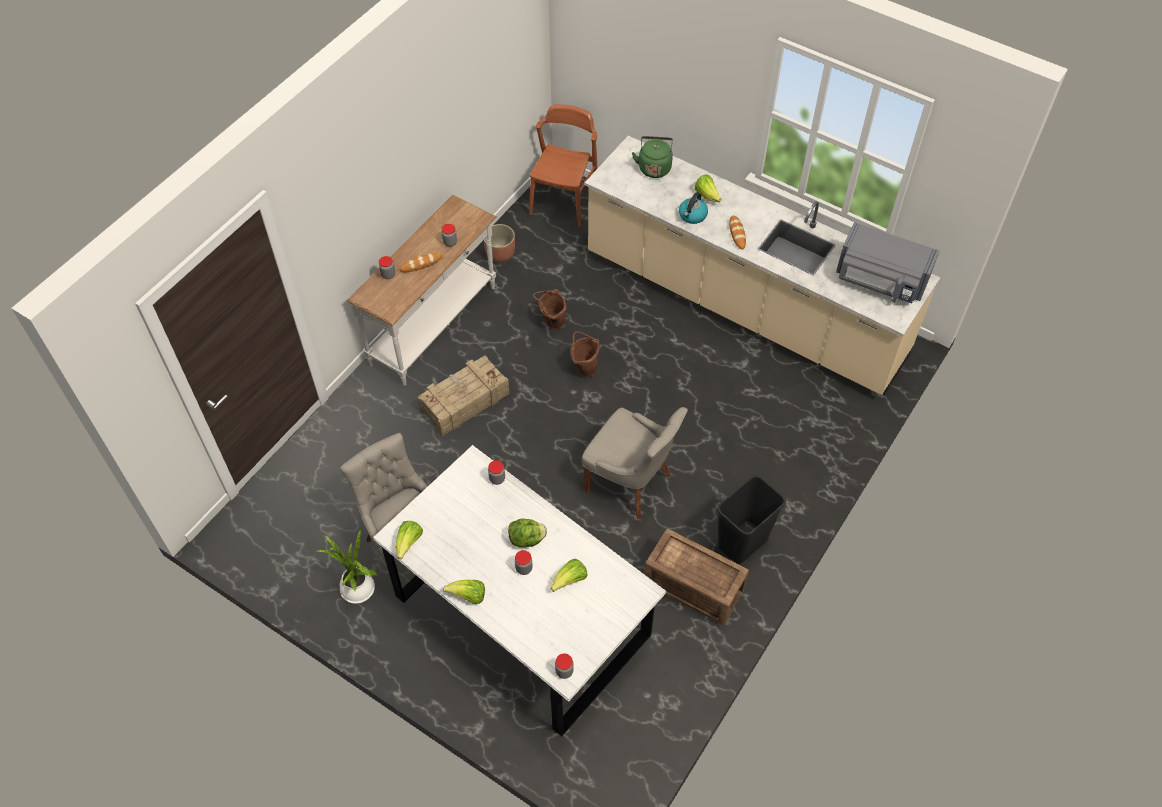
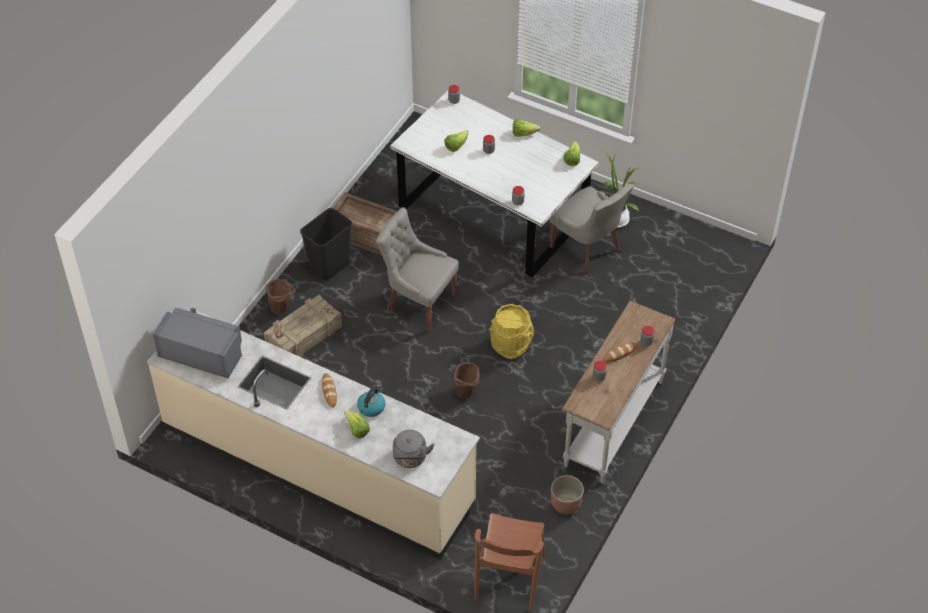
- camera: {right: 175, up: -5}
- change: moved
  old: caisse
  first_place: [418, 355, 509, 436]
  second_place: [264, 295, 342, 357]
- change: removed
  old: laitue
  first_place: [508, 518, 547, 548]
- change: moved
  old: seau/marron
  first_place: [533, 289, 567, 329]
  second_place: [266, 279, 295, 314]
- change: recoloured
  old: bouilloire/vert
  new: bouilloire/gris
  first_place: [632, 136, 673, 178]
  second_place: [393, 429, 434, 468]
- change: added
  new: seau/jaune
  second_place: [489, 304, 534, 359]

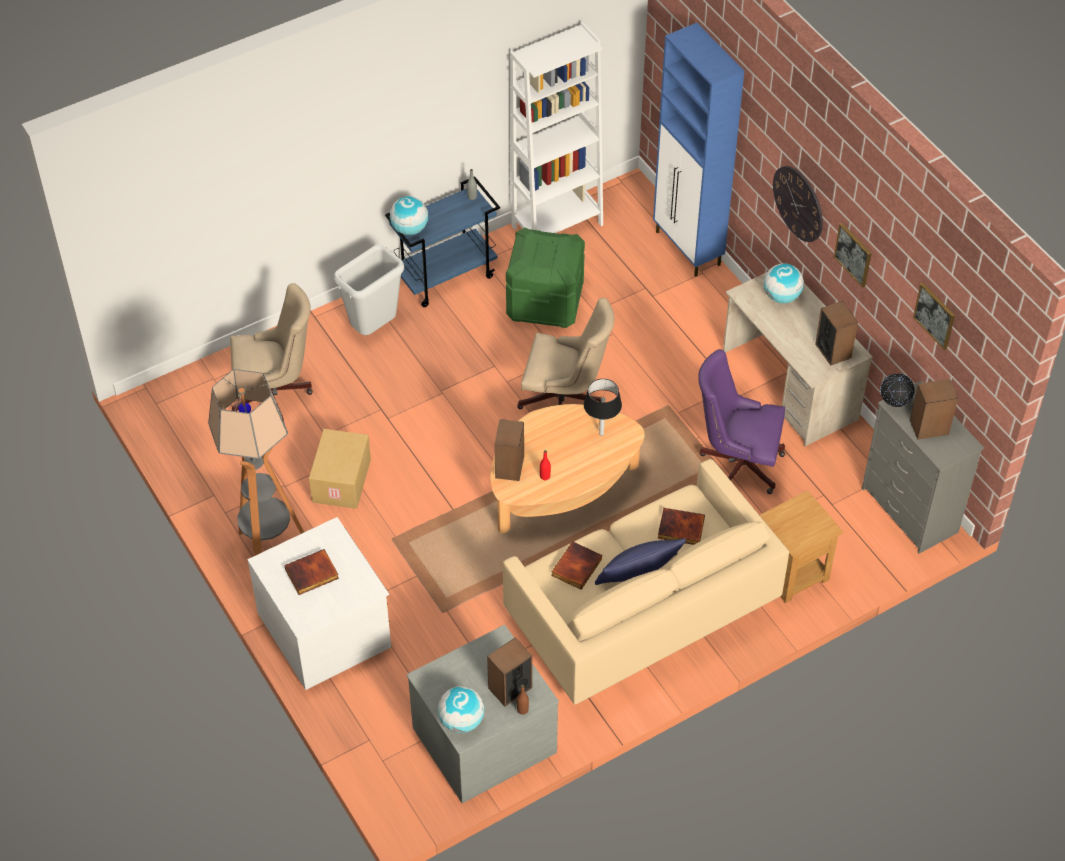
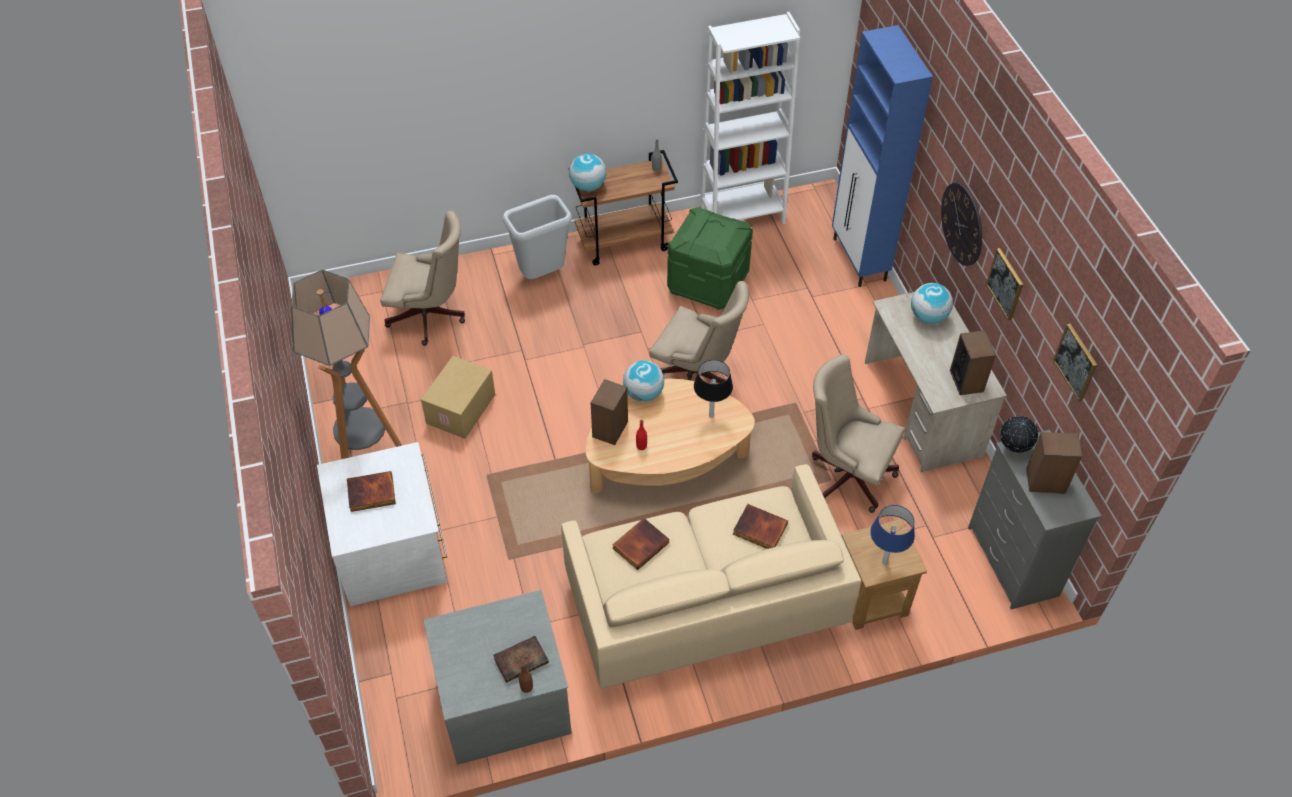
- camera: {right: 15, up: 0}
- change: recoloured
  old: chariot/bleu
  new: chariot/marron
  first_place: [385, 176, 500, 307]
  second_place: [575, 150, 678, 265]
- change: moved
  old: globe
  first_place: [438, 686, 484, 733]
  second_place: [623, 360, 664, 402]
- change: replaced
  old: enceinte
  new: livre
  first_place: [487, 637, 532, 706]
  second_place: [493, 636, 549, 683]
- change: removed
  old: coussin/bleu
  first_place: [595, 538, 686, 585]
- change: recoloured
  old: chaise de bureau/violet
  new: chaise de bureau/beige
  first_place: [698, 349, 785, 494]
  second_place: [812, 354, 905, 513]
- change: added
  new: lampe de table/bleu
  second_place: [870, 505, 915, 564]

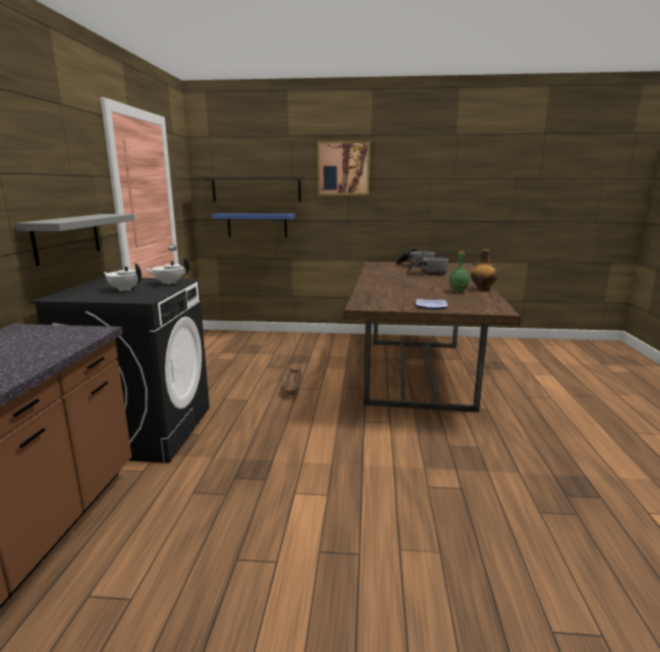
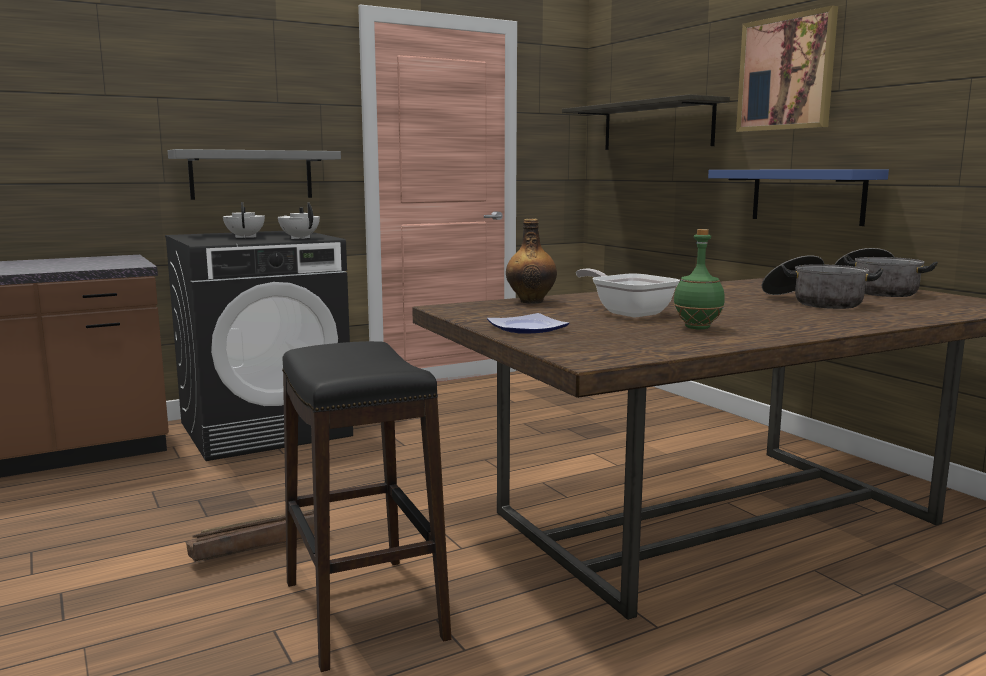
- camera: {right: 55, up: -5}
- change: moved
  old: étagère/bleu
  first_place: [212, 213, 295, 237]
  second_place: [708, 170, 889, 226]
- change: moved
  old: caisse
  first_place: [280, 366, 302, 396]
  second_place: [187, 509, 315, 561]
- change: moved
  old: bouteille
  first_place: [471, 249, 498, 290]
  second_place: [506, 219, 557, 304]
- change: added
  new: tabouret/noir
  second_place: [282, 341, 451, 672]
- change: added
  new: poêle
  second_place: [576, 269, 680, 318]

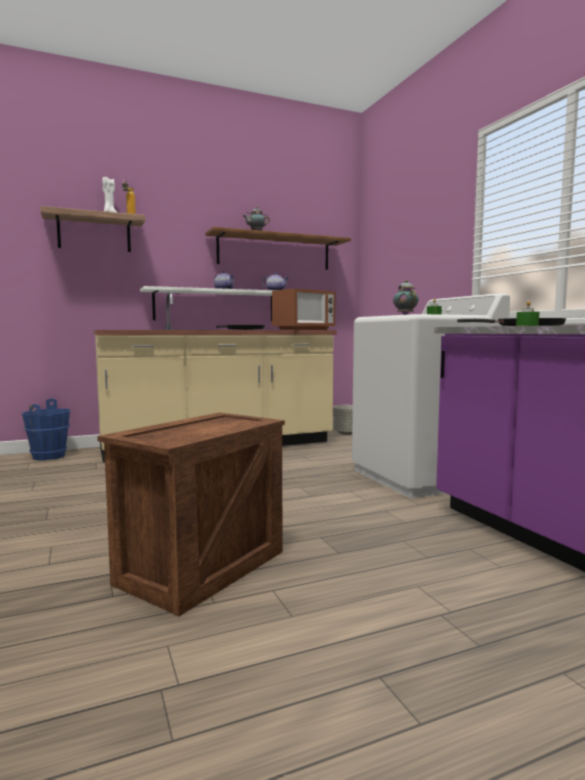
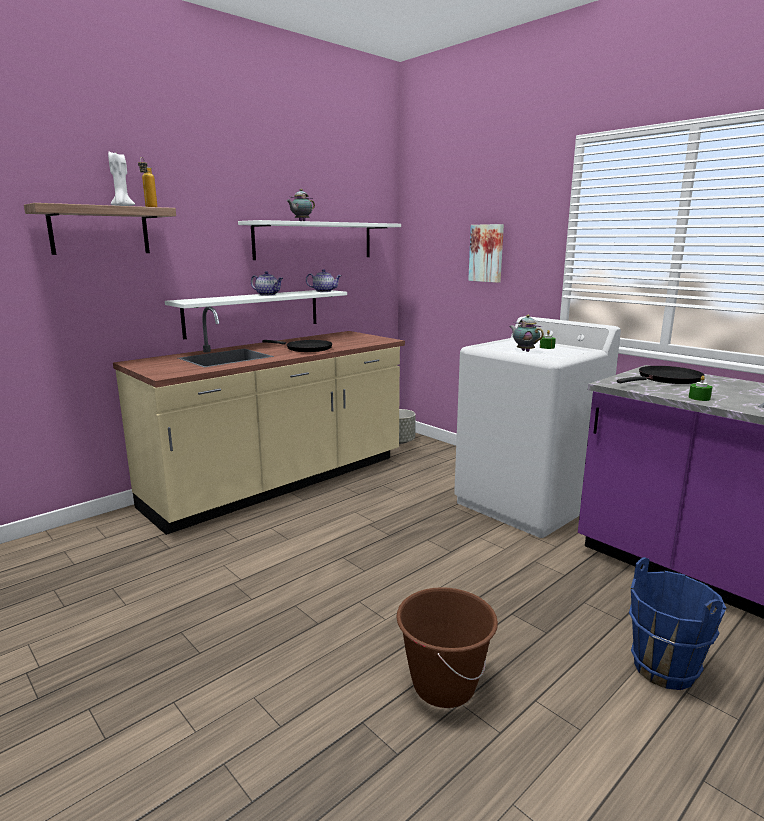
- camera: {right: -20, up: 10}
- change: moved
  old: seau/bleu
  first_place: [22, 399, 70, 460]
  second_place: [629, 557, 726, 690]
- change: replaced
  old: caisse
  new: seau/marron
  first_place: [97, 412, 285, 616]
  second_place: [396, 587, 498, 708]
- change: recoloured
  old: étagère/marron
  new: étagère/blanc
  first_place: [205, 227, 351, 270]
  second_place: [238, 220, 401, 260]
- change: removed
  old: micro-ondes
  first_place: [272, 288, 336, 330]
- change: added
  new: tableau
  second_place: [468, 224, 504, 283]

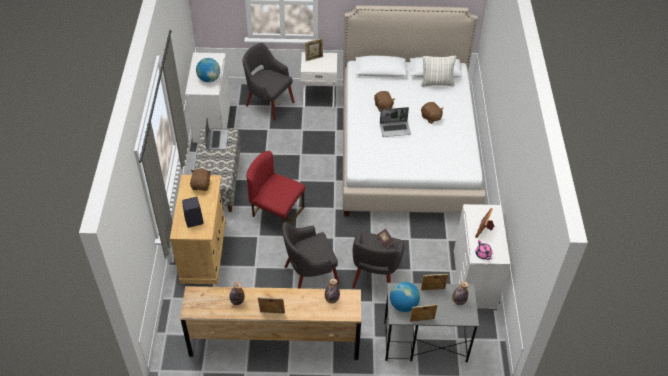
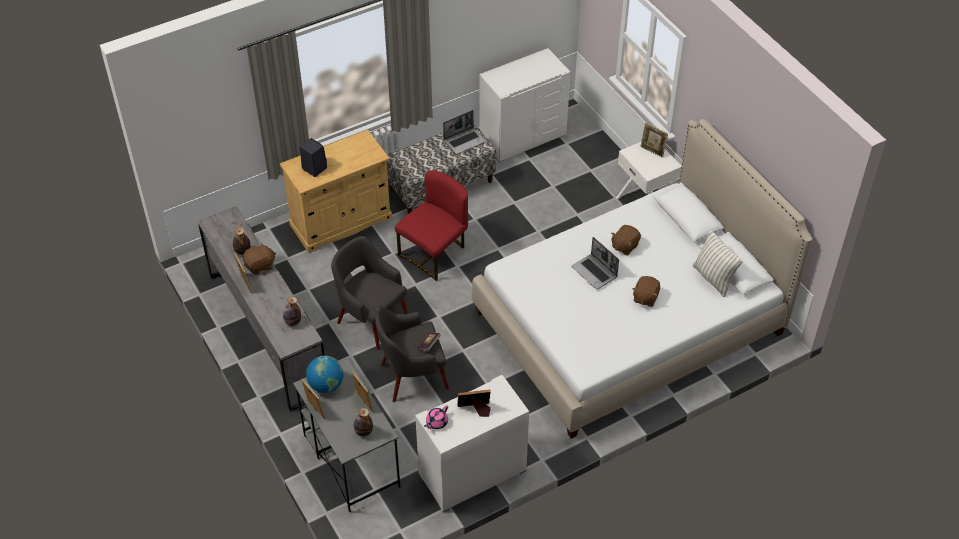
- camera: {right: 60, up: 0}
- change: recoloured
  old: commode/marron
  new: commode/gris
  first_place: [180, 286, 361, 360]
  second_place: [198, 206, 325, 412]
- change: moved
  old: peluche/marron
  first_place: [190, 168, 211, 191]
  second_place: [243, 242, 276, 275]
- change: removed
  old: globe
  first_place: [196, 58, 220, 82]
- change: removed
  old: fauteuil/gris
  first_place: [242, 43, 295, 121]
- change: turned
  old: chaise/rouge
  first_place: [246, 151, 305, 225]
  second_place: [395, 170, 468, 281]
  degrees: 45

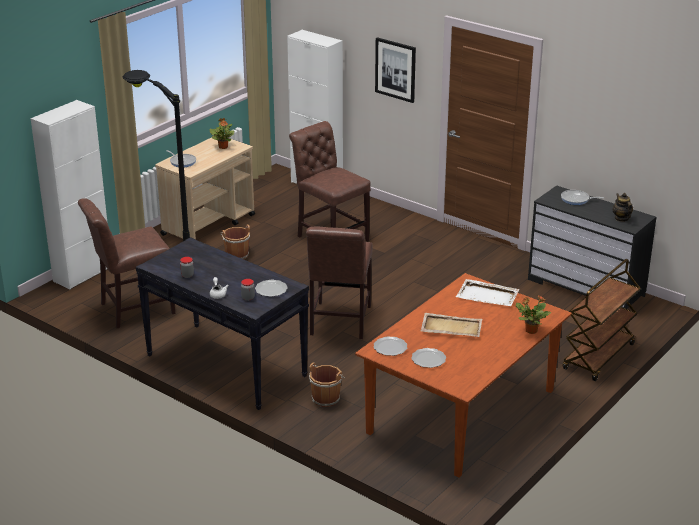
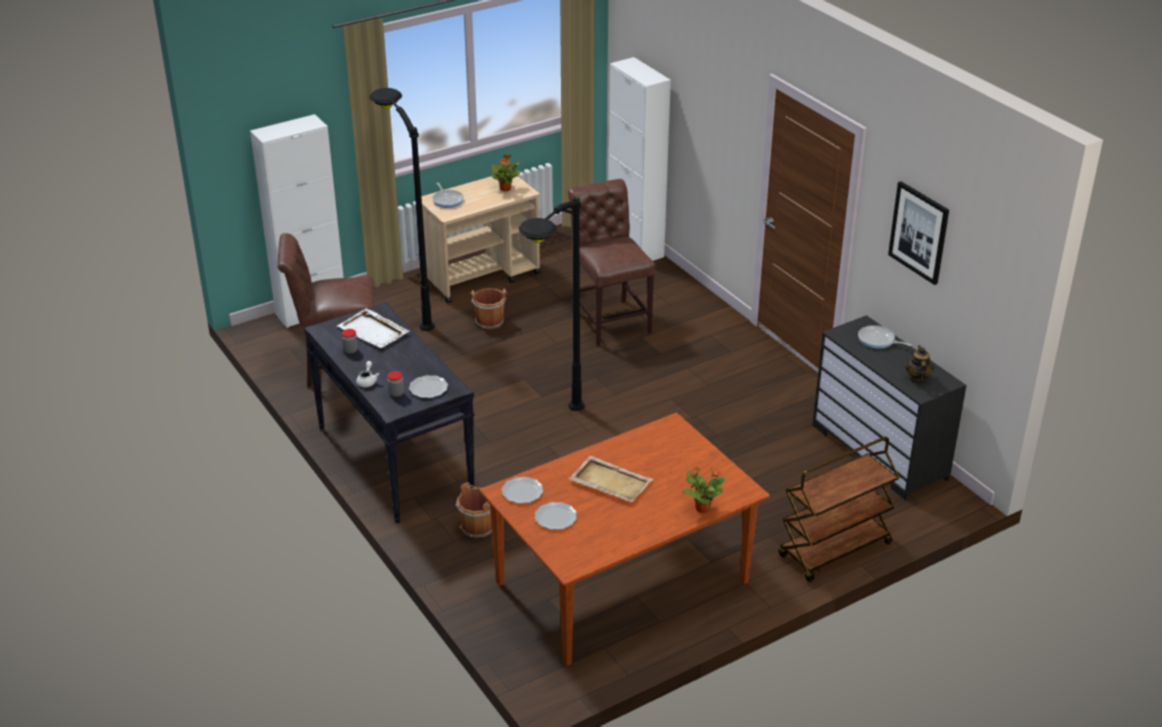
- camera: {right: 20, up: 5}
- change: replaced
  old: chaise/marron
  new: lampadaire/noir
  first_place: [306, 226, 372, 339]
  second_place: [519, 197, 585, 411]
- change: moved
  old: tableau
  first_place: [375, 37, 416, 103]
  second_place: [888, 181, 949, 285]
- change: moved
  old: plateau/blanc
  first_place: [456, 279, 520, 306]
  second_place: [337, 308, 410, 348]

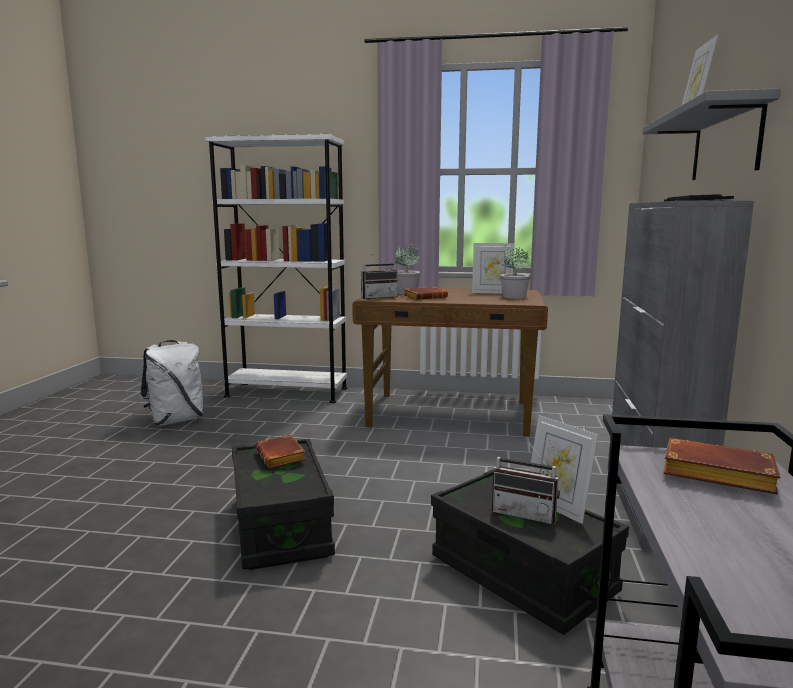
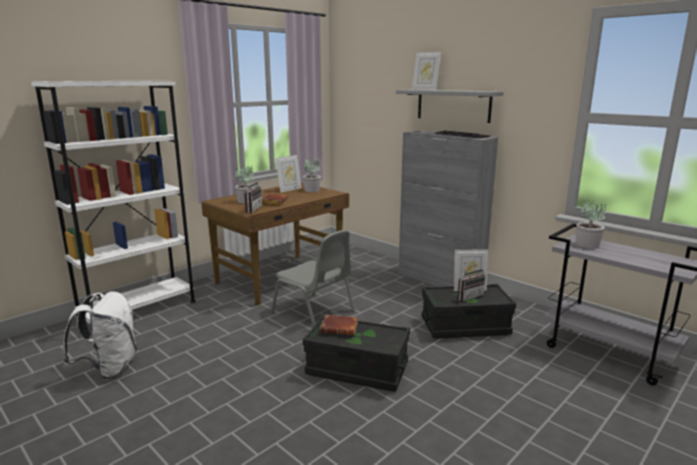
- camera: {right: -55, up: 5}
- change: replaced
  old: livre/marron
  new: plante en pot
  first_place: [663, 438, 780, 494]
  second_place: [576, 200, 606, 248]
- change: added
  new: chaise/gris
  second_place: [271, 230, 355, 327]

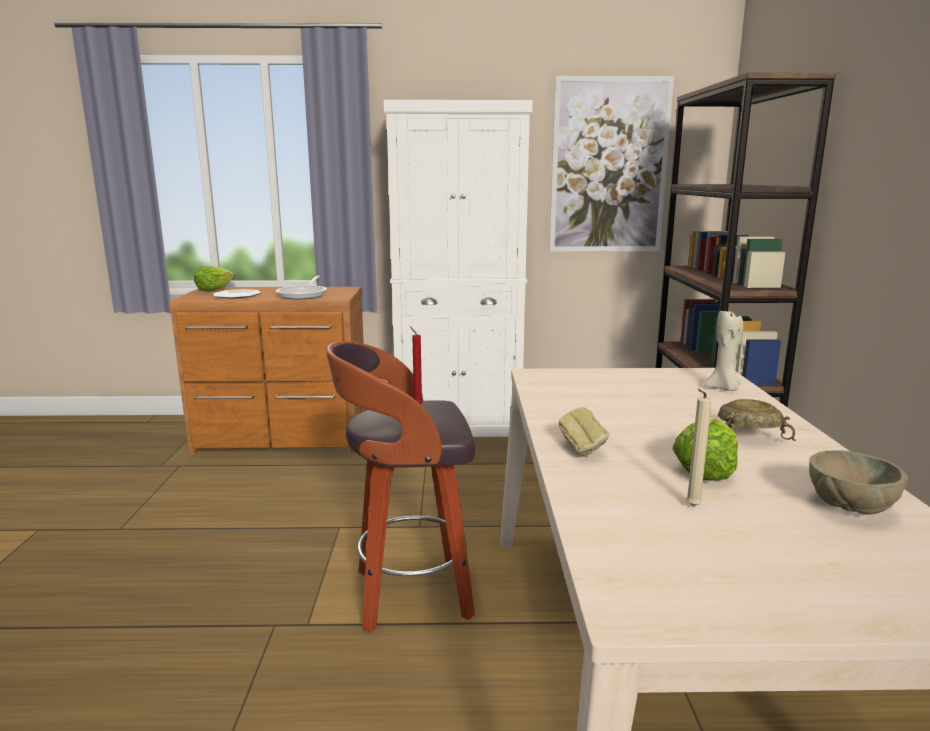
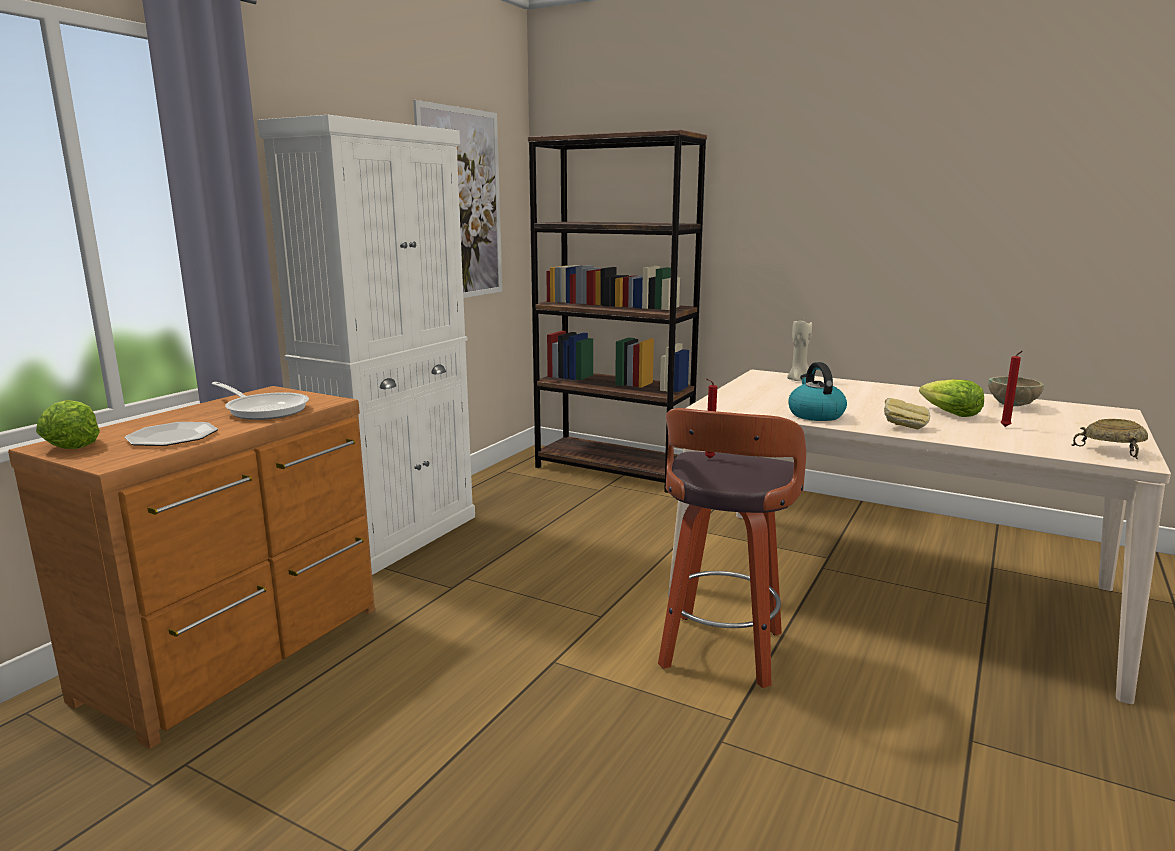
- camera: {right: -60, up: 0}
- change: recoloured
  old: bougie/beige
  new: bougie/rouge
  first_place: [686, 389, 712, 507]
  second_place: [1001, 350, 1023, 427]
- change: moved
  old: bol/beige
  first_place: [718, 399, 796, 441]
  second_place: [1072, 419, 1148, 459]
- change: added
  new: bouilloire
  second_place: [788, 362, 847, 421]

